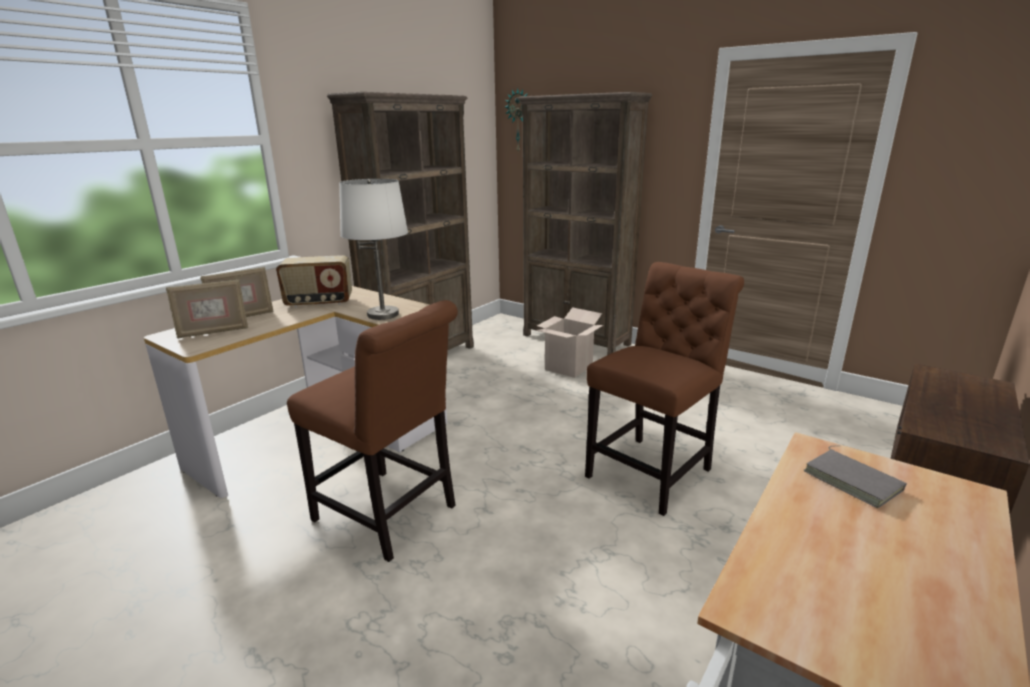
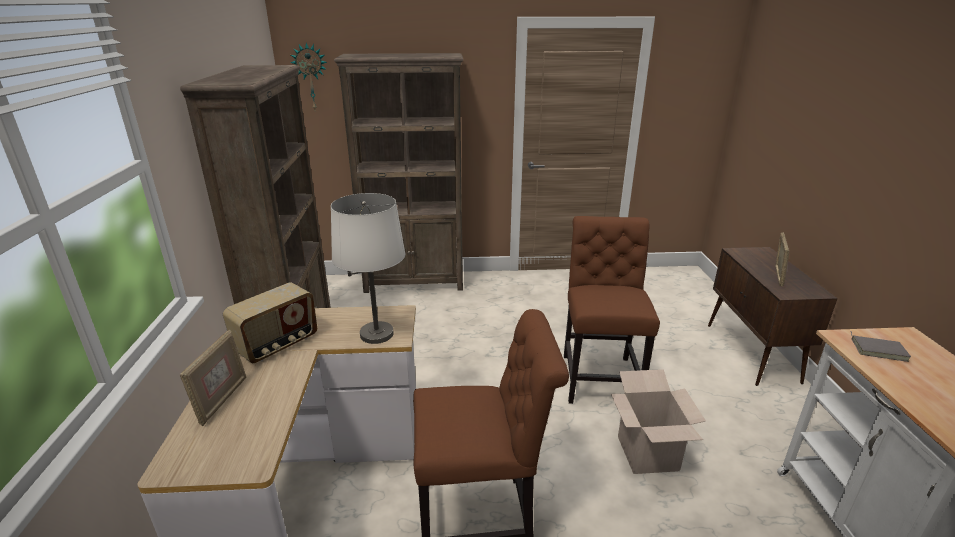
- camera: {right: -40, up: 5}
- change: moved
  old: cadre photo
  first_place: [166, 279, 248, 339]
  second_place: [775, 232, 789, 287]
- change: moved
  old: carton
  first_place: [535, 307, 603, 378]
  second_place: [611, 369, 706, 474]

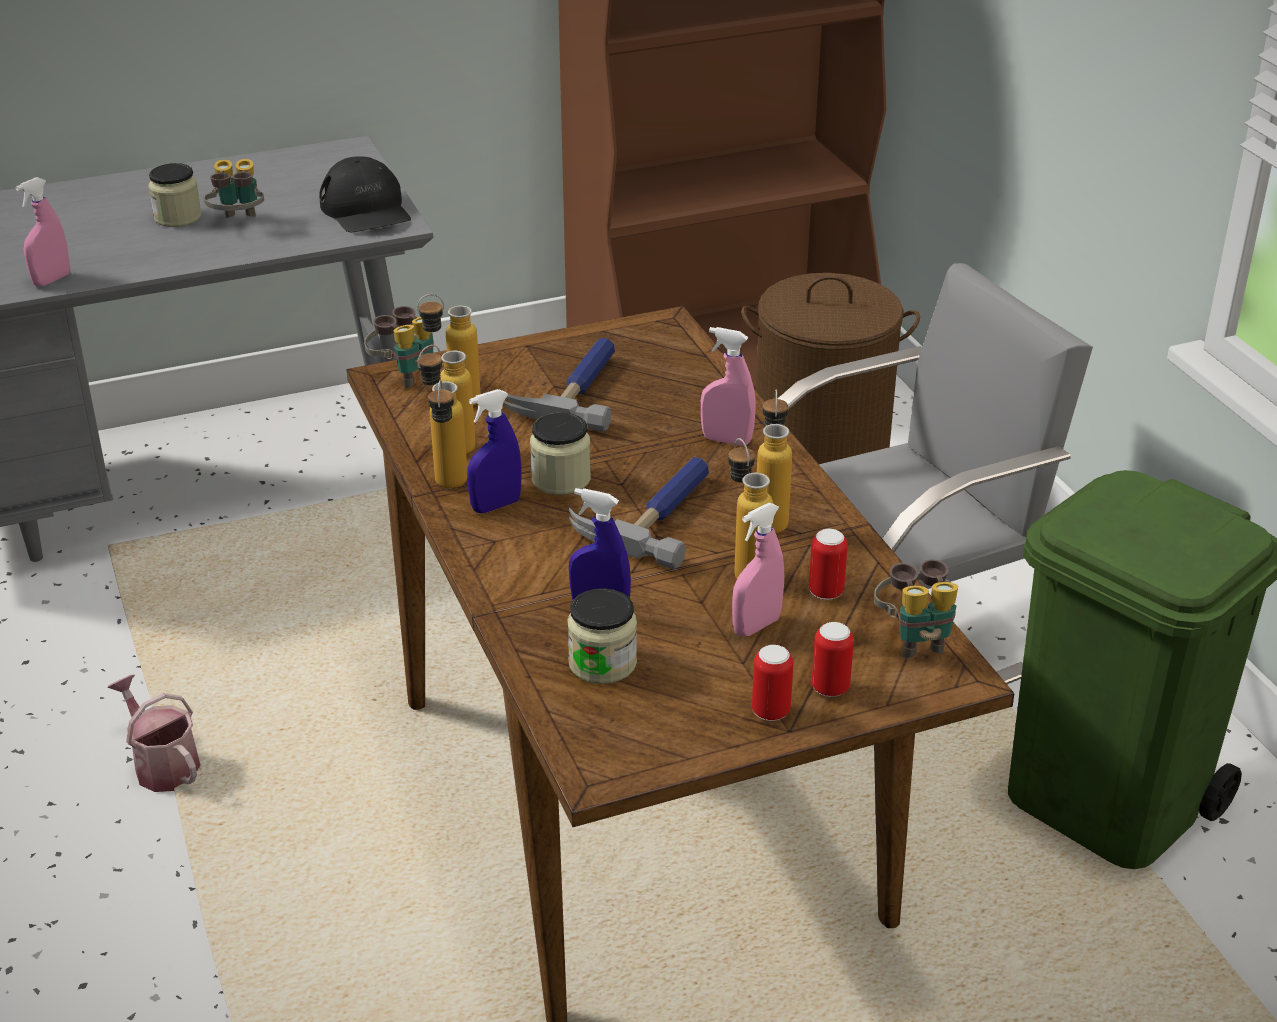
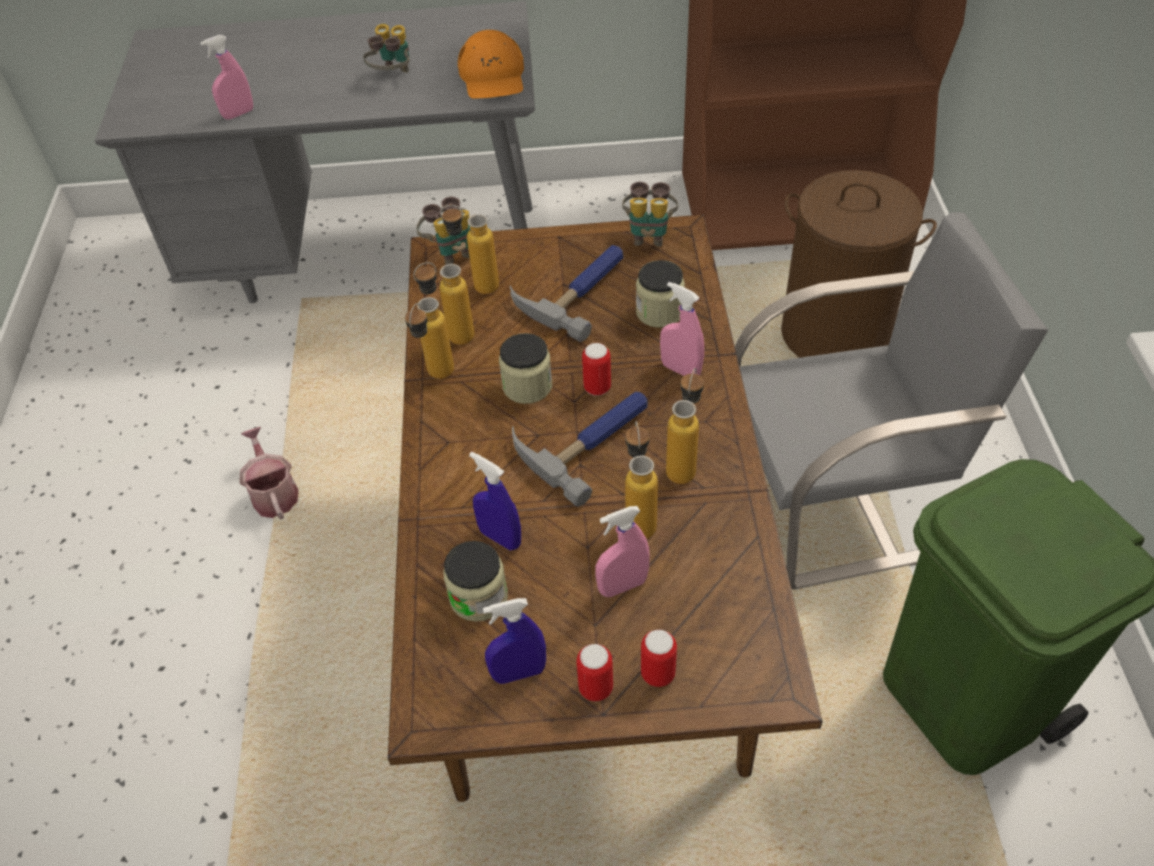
- camera: {right: 20, up: 15}
- change: moved
  old: bocal
  first_place: [148, 163, 201, 227]
  second_place: [636, 260, 685, 328]
- change: recoloured
  old: casquette/noir
  new: casquette/orange
  first_place: [319, 156, 411, 232]
  second_place: [458, 30, 524, 99]
- change: moved
  old: vaporisateur/bleu
  first_place: [467, 389, 521, 513]
  second_place: [483, 598, 546, 684]
- change: moved
  old: boîte métallique
  first_place: [809, 529, 848, 600]
  second_place: [582, 343, 611, 396]
- change: moved
  old: jumelles
  first_place: [874, 559, 958, 658]
  second_place: [622, 182, 678, 247]

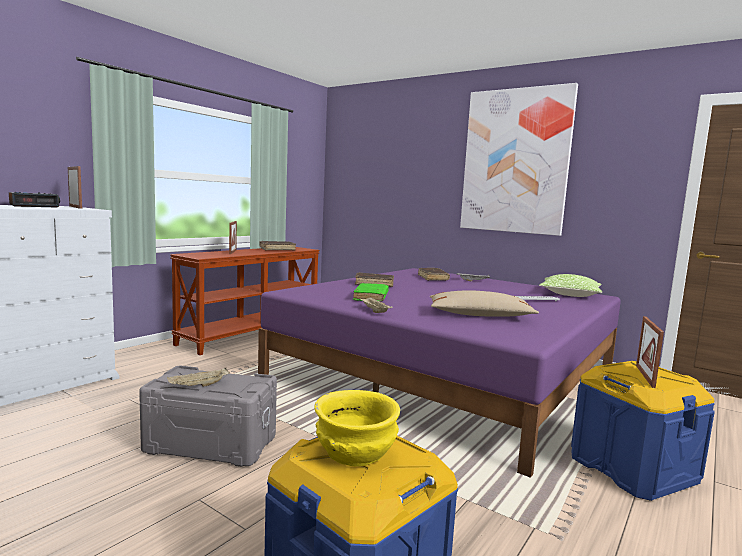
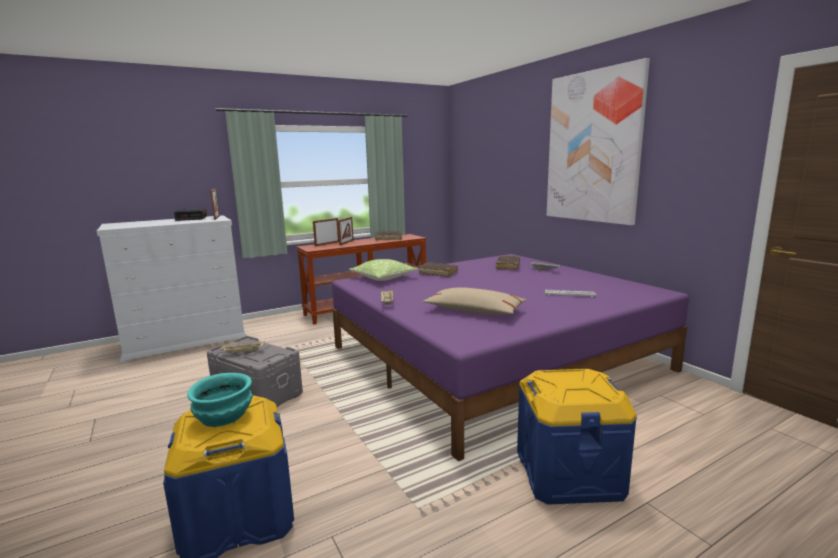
- camera: {right: 25, up: 5}
- change: recoloured
  old: bol/jaune
  new: bol/turquoise
  first_place: [314, 390, 400, 466]
  second_place: [187, 373, 253, 427]
- change: removed
  old: livre/vert
  first_place: [353, 283, 389, 301]
- change: moved
  old: coussin
  first_place: [539, 274, 602, 297]
  second_place: [349, 259, 418, 281]
- change: moved
  old: cadre photo
  first_place: [636, 316, 664, 388]
  second_place: [313, 218, 339, 246]

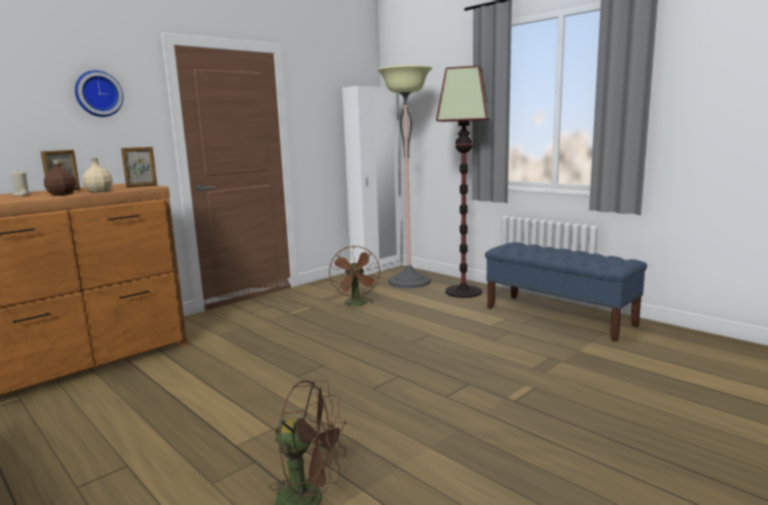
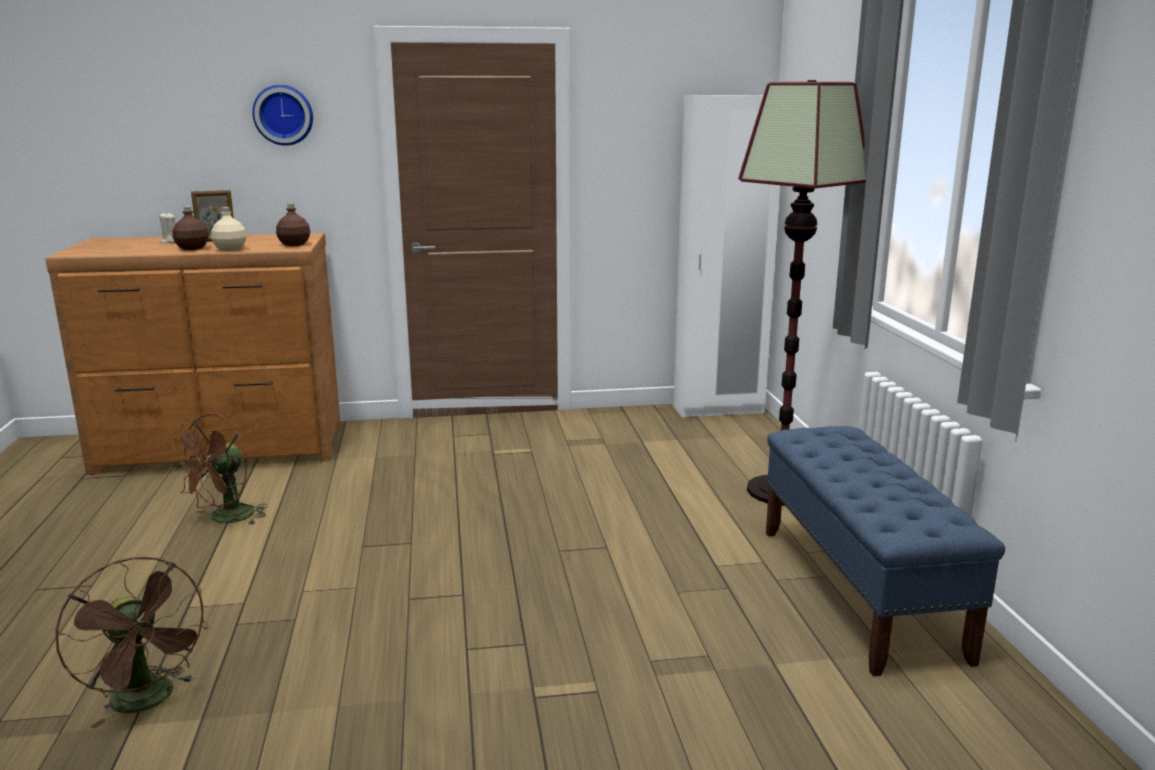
- camera: {right: 35, up: 5}
- change: replaced
  old: cadre photo
  new: bouteille/marron
  first_place: [121, 147, 157, 187]
  second_place: [276, 203, 310, 246]
- change: moved
  old: ventilateur/marron
  first_place: [329, 246, 380, 307]
  second_place: [171, 413, 268, 525]
- change: removed
  old: lampadaire
  first_place: [377, 65, 433, 288]

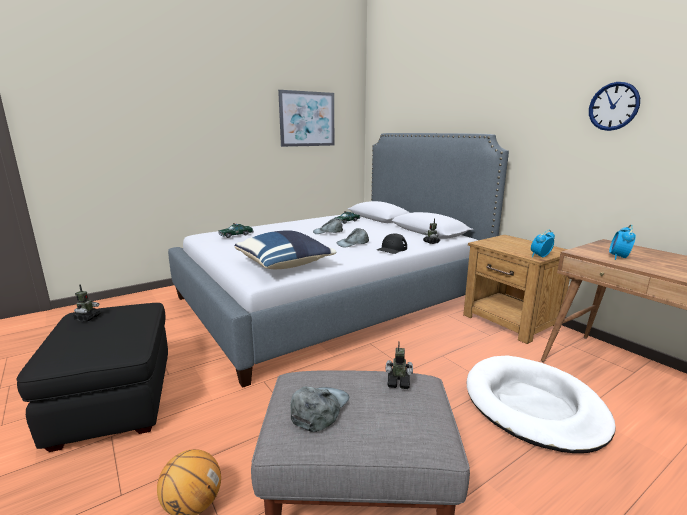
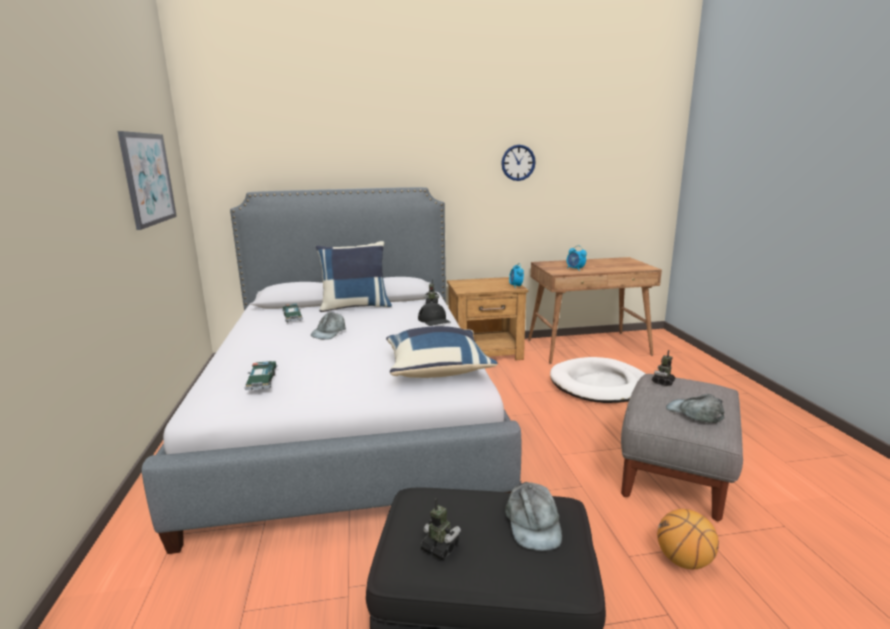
- camera: {right: -65, up: 0}
- change: moved
  old: casquette/gris
  first_place: [337, 228, 369, 247]
  second_place: [505, 482, 562, 551]
- change: added
  new: coussin/bleu
  second_place: [316, 241, 392, 312]

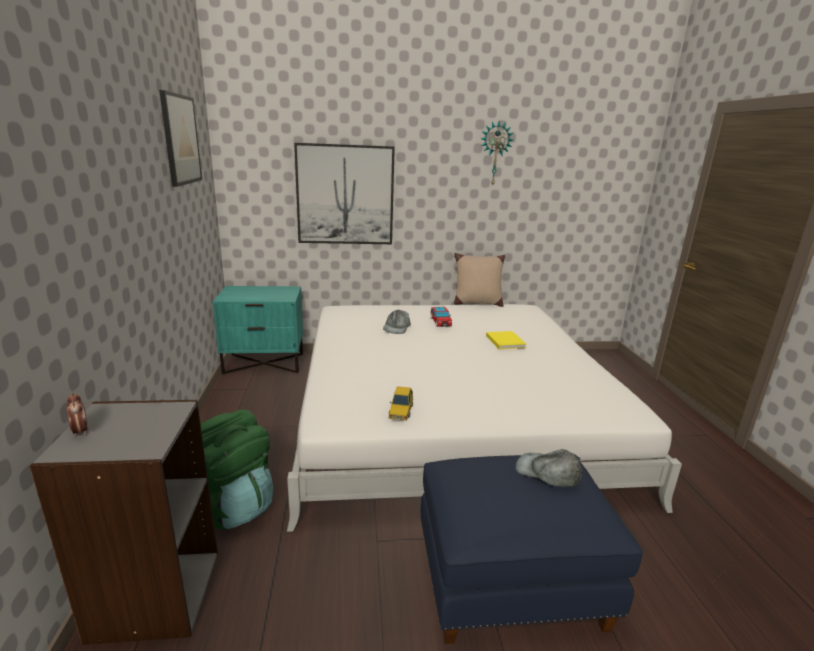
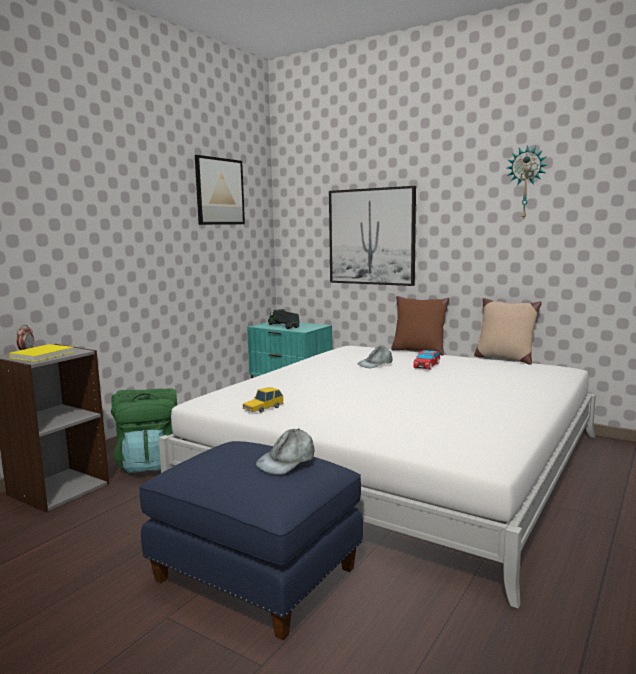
- camera: {right: 40, up: -10}
- change: moved
  old: livre/jaune
  first_place: [486, 331, 526, 349]
  second_place: [9, 344, 73, 362]
- change: turned
  old: casquette/gris
  first_place: [515, 449, 582, 487]
  second_place: [256, 429, 314, 475]
  degrees: -120
- change: added
  new: camion jouet
  second_place: [268, 309, 299, 329]
- change: added
  new: coussin/marron
  second_place: [391, 296, 450, 356]

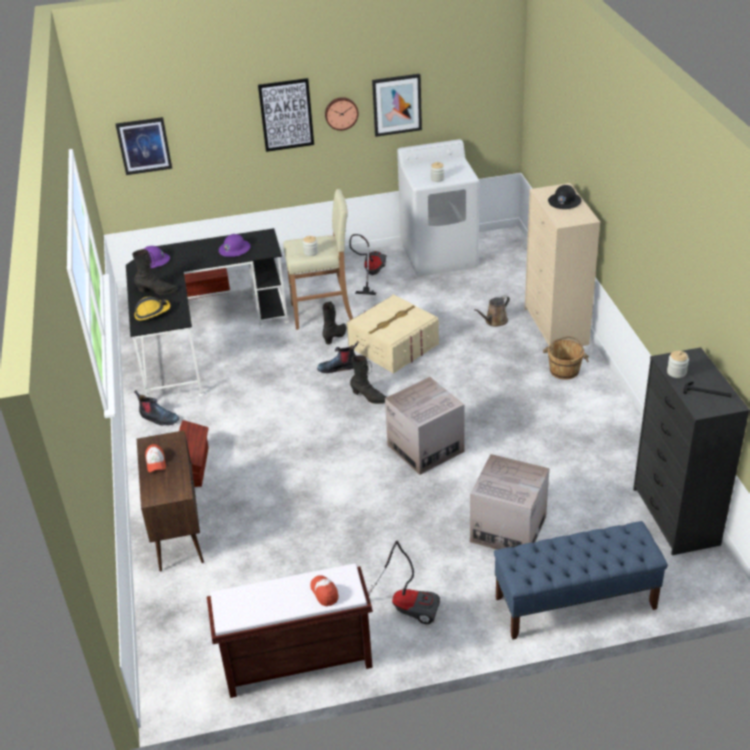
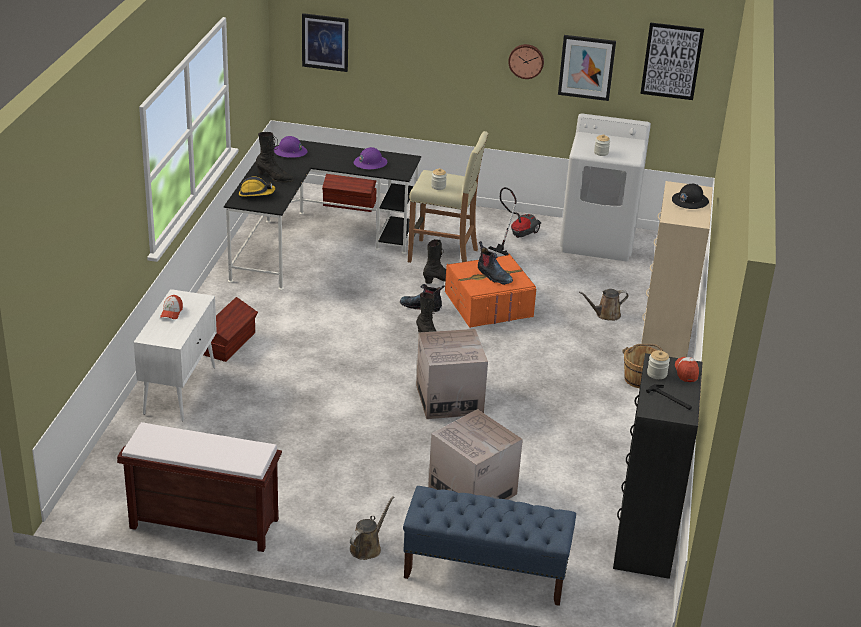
- camera: {right: 20, up: -5}
- change: moved
  old: botte
  first_place: [134, 391, 179, 426]
  second_place: [478, 241, 513, 285]
- change: recoloured
  old: meuble de rangement/marron
  new: meuble de rangement/blanc
  first_place: [137, 430, 204, 571]
  second_place: [134, 289, 217, 421]
- change: moved
  old: tableau
  first_place: [258, 78, 314, 152]
  second_place: [640, 22, 704, 100]
- change: moved
  old: casquette
  first_place: [310, 575, 338, 606]
  second_place: [675, 357, 699, 382]
- change: recoloured
  old: boîte de rangement/beige
  new: boîte de rangement/orange
  first_place: [347, 294, 439, 373]
  second_place: [445, 253, 536, 328]
- change: removed
  old: aspirateur
  first_place: [368, 541, 440, 624]
- change: added
  new: arrosoir/marron
  second_place: [350, 496, 394, 560]

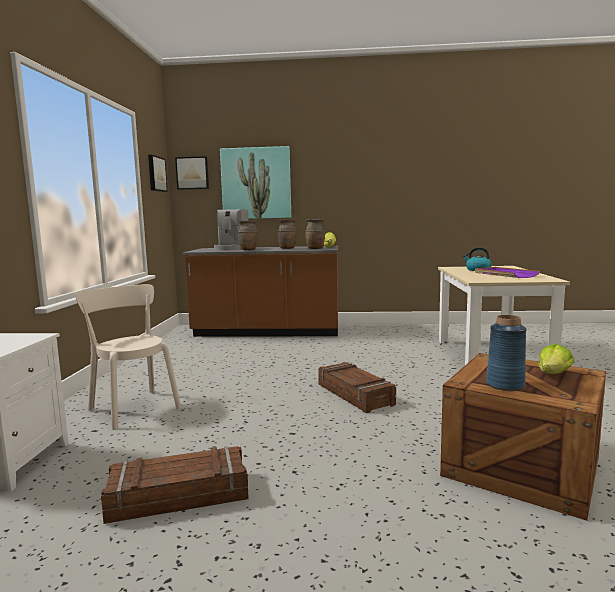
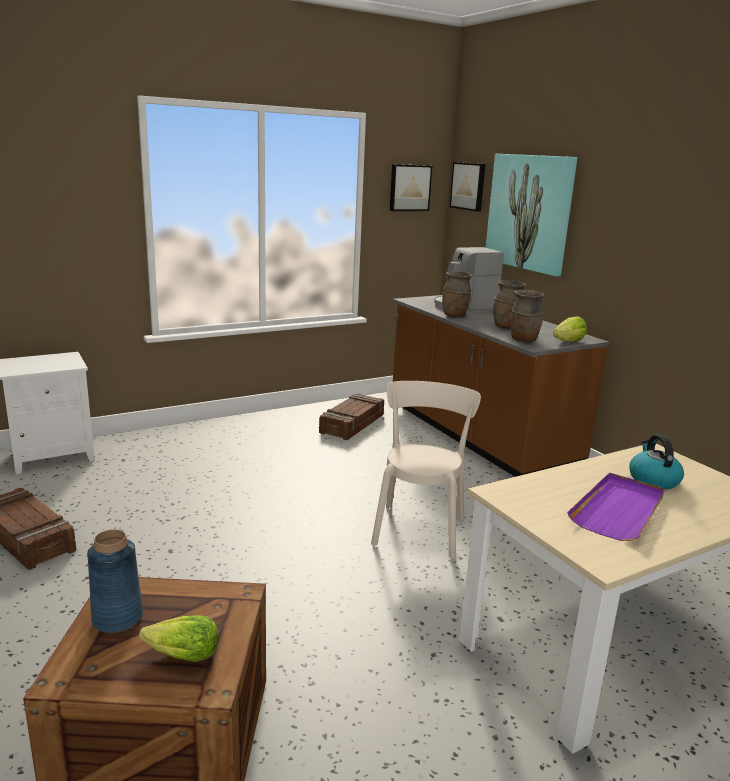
- camera: {right: 55, up: 10}
- change: moved
  old: chaise/beige
  first_place: [75, 284, 181, 430]
  second_place: [371, 381, 481, 559]
- change: moved
  old: caisse
  first_place: [318, 362, 396, 413]
  second_place: [319, 393, 384, 440]

